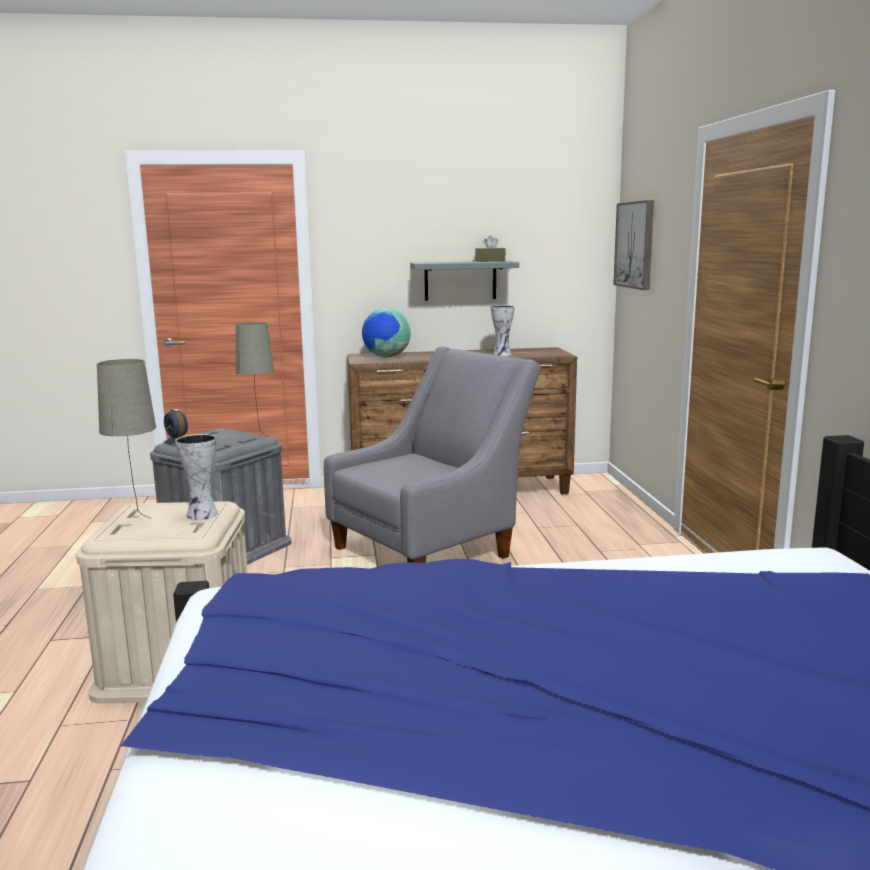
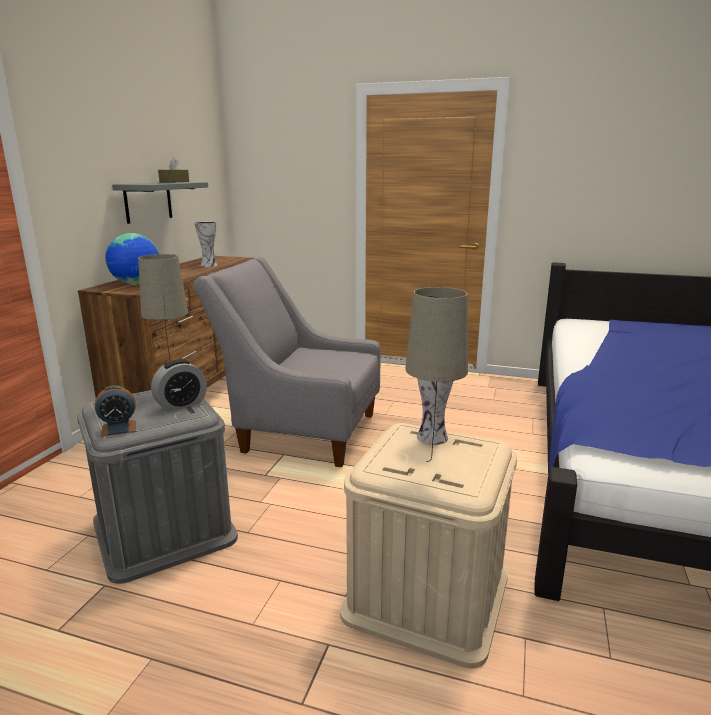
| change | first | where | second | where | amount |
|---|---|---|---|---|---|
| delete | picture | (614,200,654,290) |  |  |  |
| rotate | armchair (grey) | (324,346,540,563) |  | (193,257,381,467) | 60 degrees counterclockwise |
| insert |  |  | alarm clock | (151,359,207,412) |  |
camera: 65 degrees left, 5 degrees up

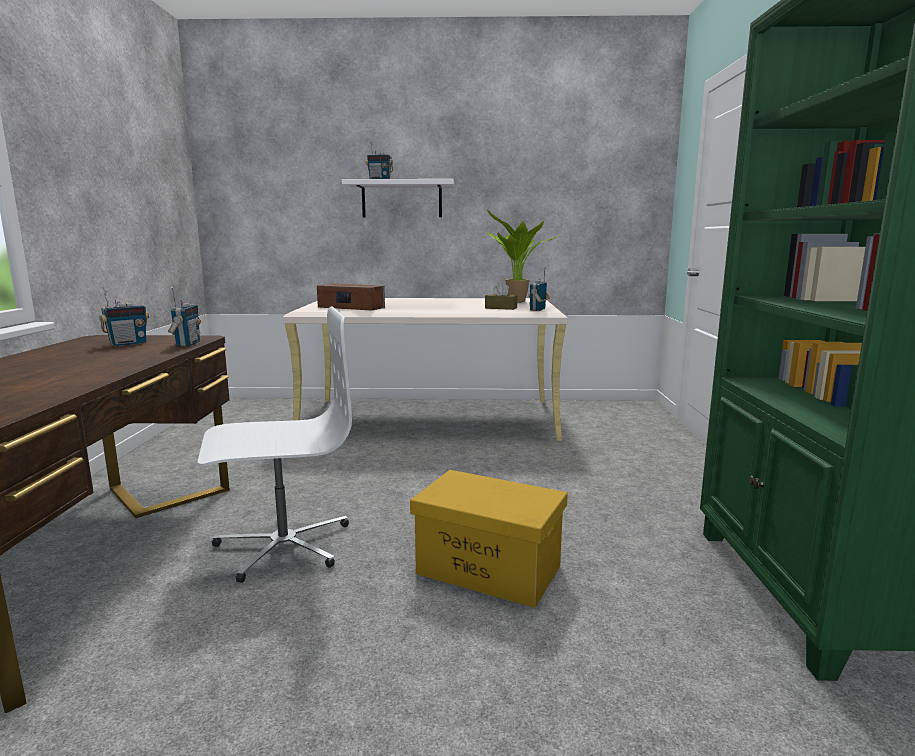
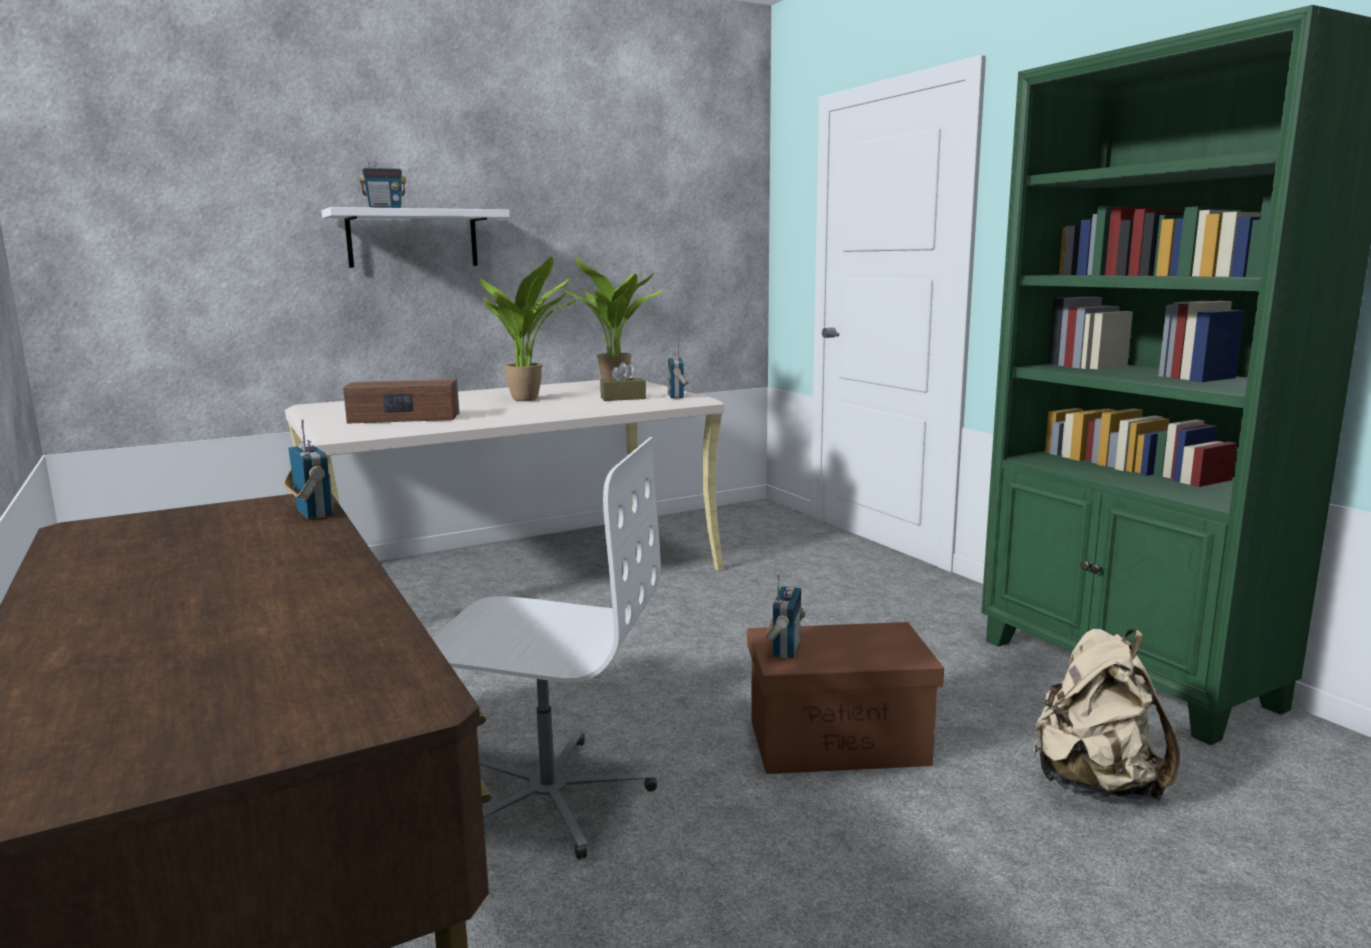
| change | first | where | second | where | amount |
|---|---|---|---|---|---|
| move | radio | (100,286,149,346) |  | (765,572,805,659) |  |
| rotate | office chair (white) | (198,306,352,583) |  | (432,437,661,860) | 60 degrees clockwise |
| recolor | storage box (yellow) | (410,470,568,608) | storage box (brown) | (747,622,944,774) |  |
| insert |  |  | potted plant | (480,257,581,401) |  |
| insert |  |  | backpack (beige) | (1032,629,1180,800) |  |
camera: 30 degrees left, 0 degrees up

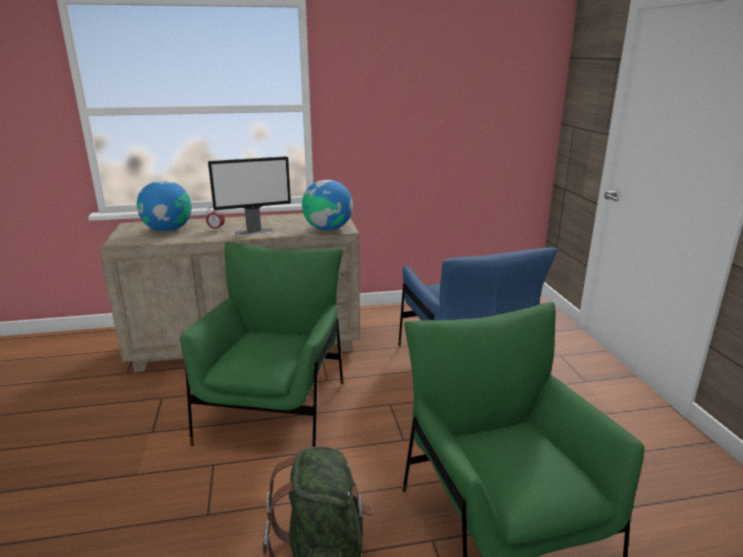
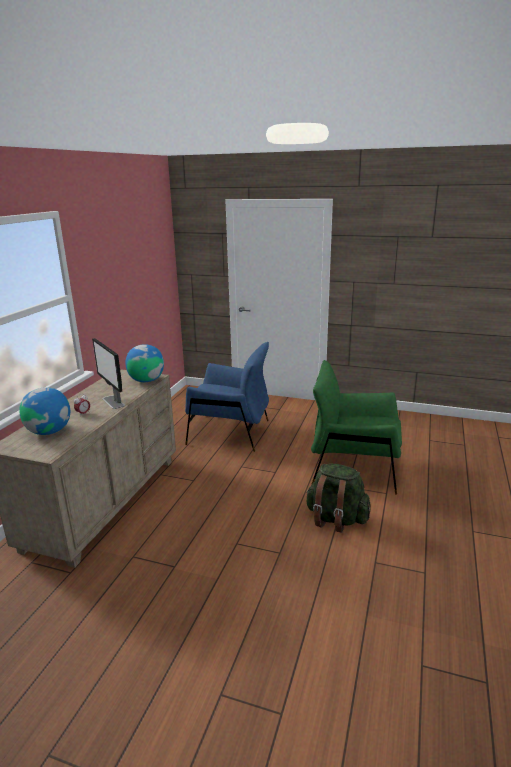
| change | first | where | second | where | amount |
|---|---|---|---|---|---|
| rotate | monitor | (208,156,291,236) |  | (92,338,125,409) | 135 degrees clockwise |
| delete | armchair (green) | (180,242,343,447) |  |  |  |
camera: 60 degrees left, 0 degrees up

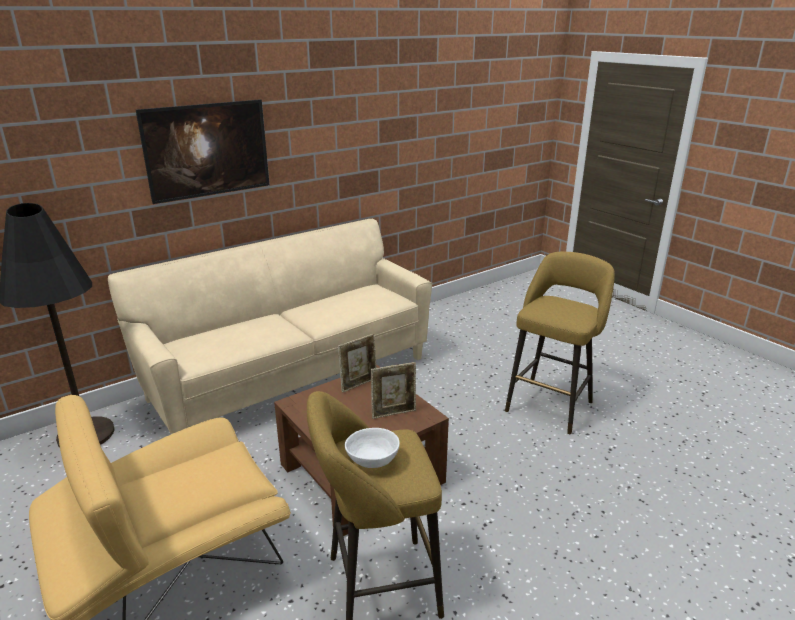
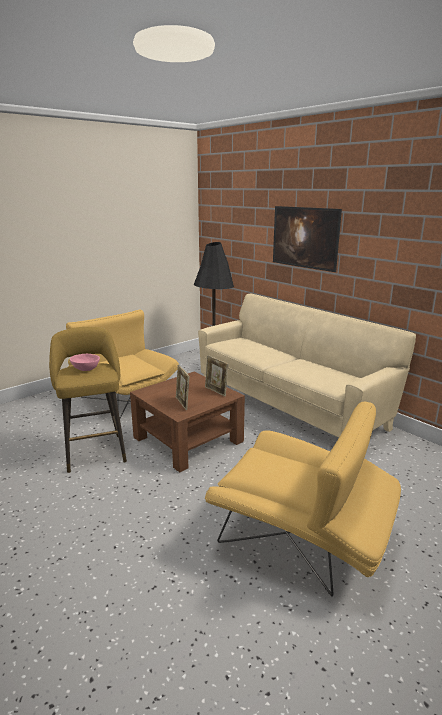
| change | first | where | second | where | amount |
|---|---|---|---|---|---|
| replace | stool (yellow) | (505,252,615,434) | armchair (yellow) | (205,401,401,597) |  |
| recolor | bowl (white) | (345,428,400,468) | bowl (pink) | (70,354,100,371) |  |
camera: 85 degrees right, 5 degrees down

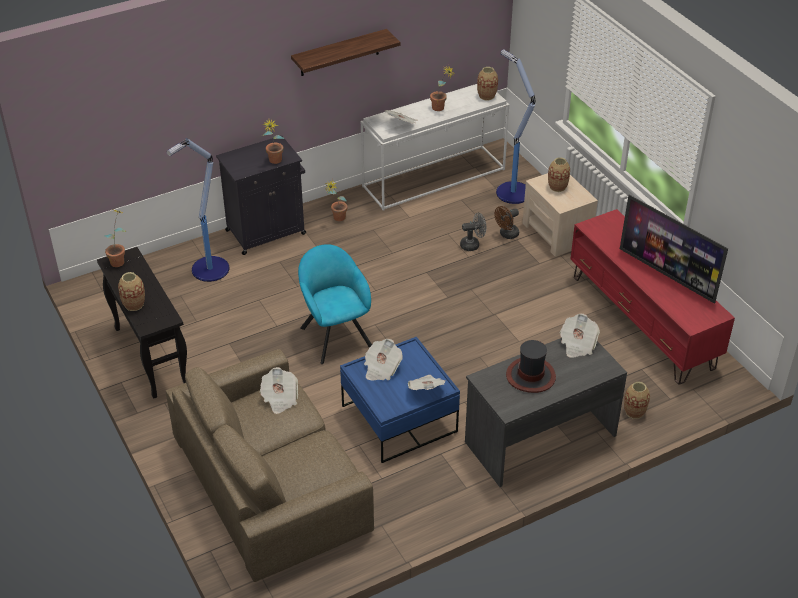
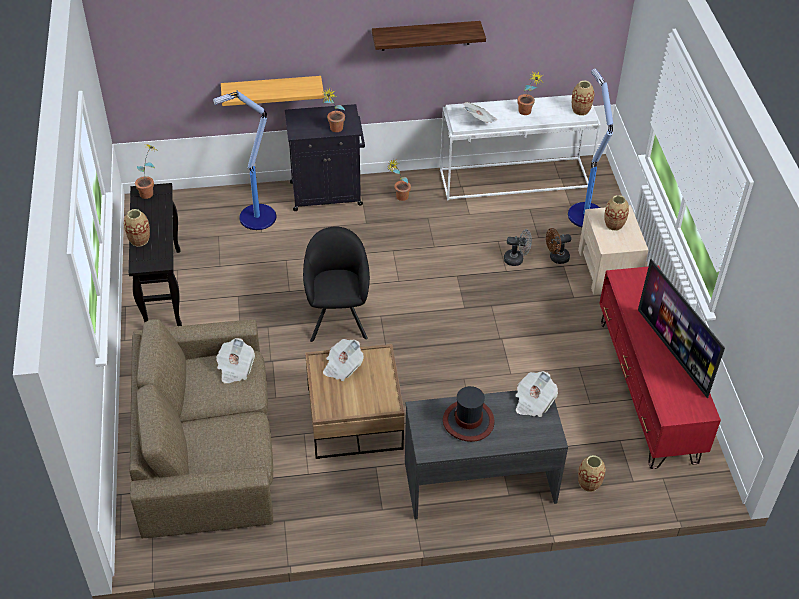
| change | first | where | second | where | amount |
|---|---|---|---|---|---|
| recolor | armchair (turquoise) | (298,244,372,364) | armchair (black) | (303,227,370,342) |  |
| recolor | coffee table (blue) | (340,337,460,463) | coffee table (brown) | (305,344,404,459) |  |
| delete | newspaper | (408,375,445,390) |  |  |  |
| insert |  |  | shelf | (221,76,324,106) |  |
camera: 20 degrees right, 5 degrees up

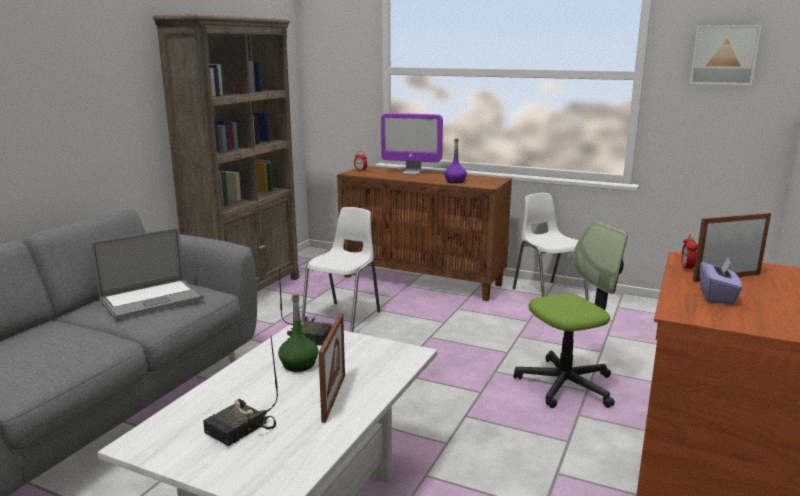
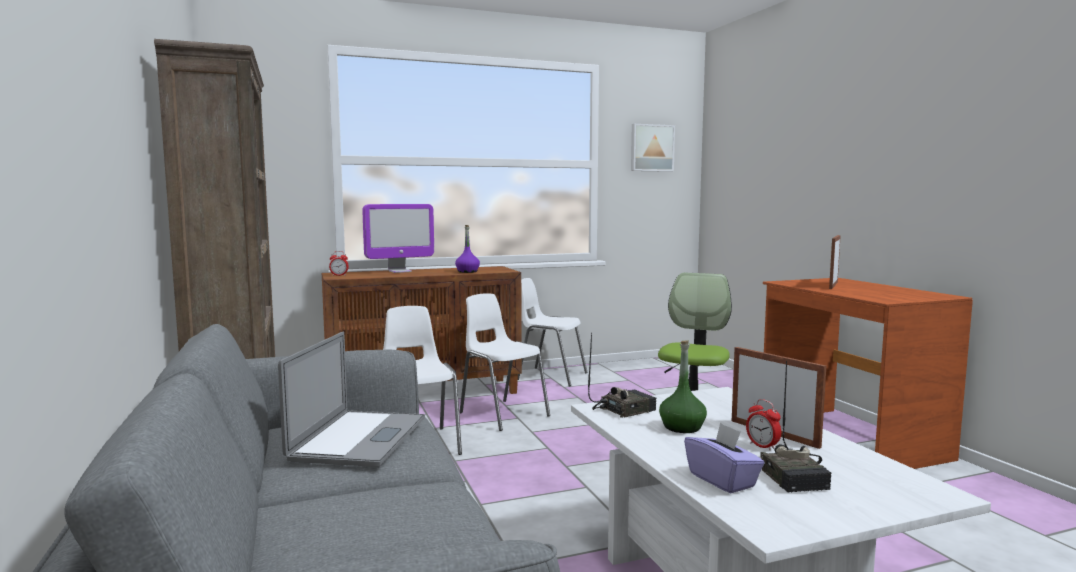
| change | first | where | second | where | amount |
|---|---|---|---|---|---|
| move | alarm clock | (681,234,698,272) |  | (746,399,781,451) |  |
| move | tissue box (purple) | (700,258,743,304) |  | (684,422,765,493) |  |
| insert |  |  | chair (white) | (460,293,550,431) |  |
camera: 45 degrees left, 10 degrees down

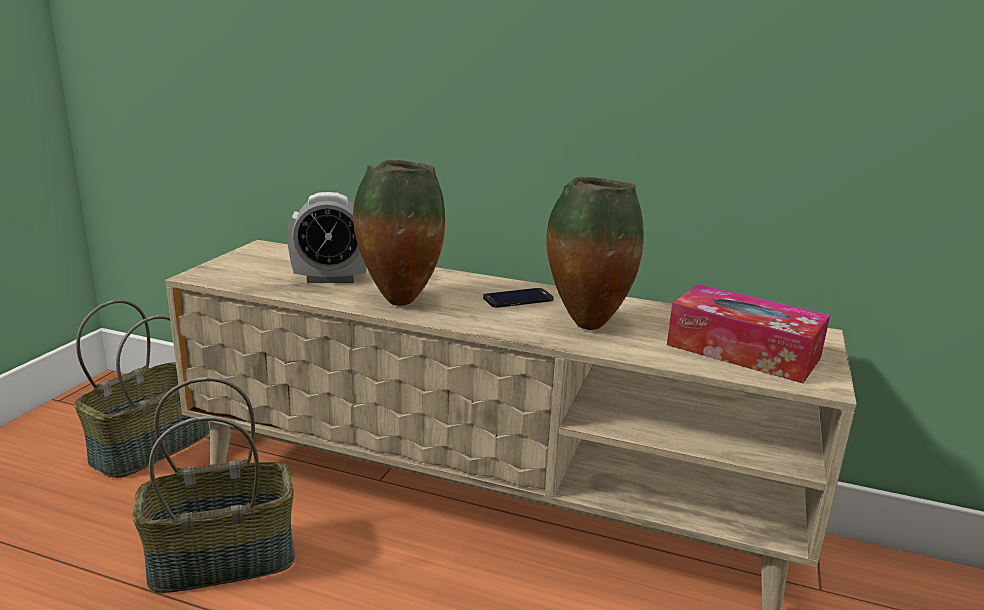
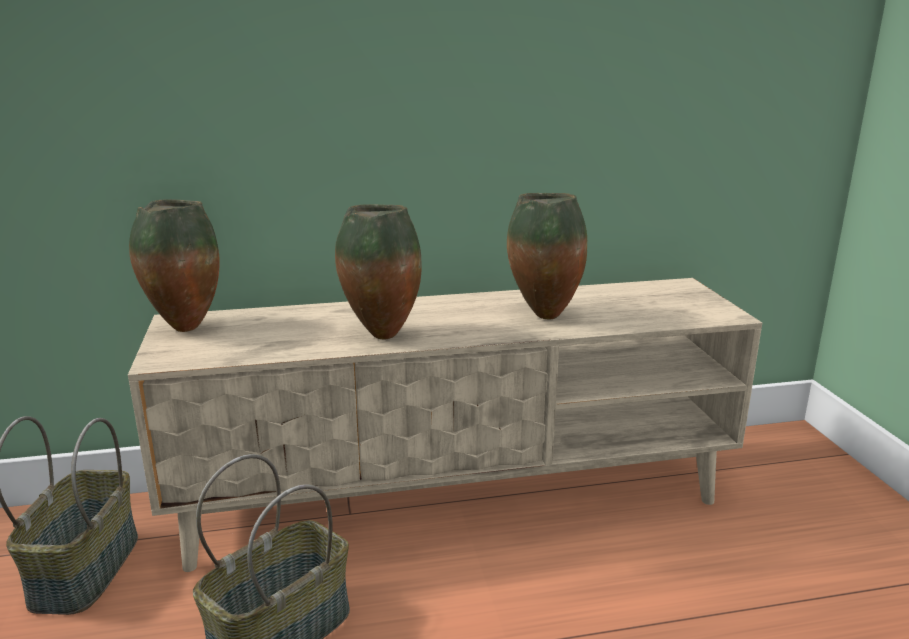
| change | first | where | second | where | amount |
|---|---|---|---|---|---|
| delete | alarm clock | (287,192,367,283) |  |  |  |
| delete | tissue box | (667,284,830,383) |  |  |  |
| delete | phone | (483,288,554,308) |  |  |  |
| insert |  |  | vase | (129,199,220,332) |  |
camera: 30 degrees left, 0 degrees up

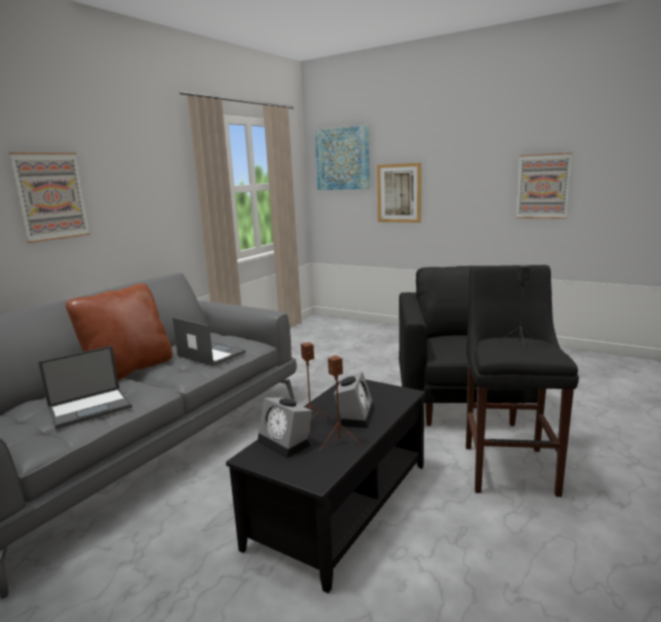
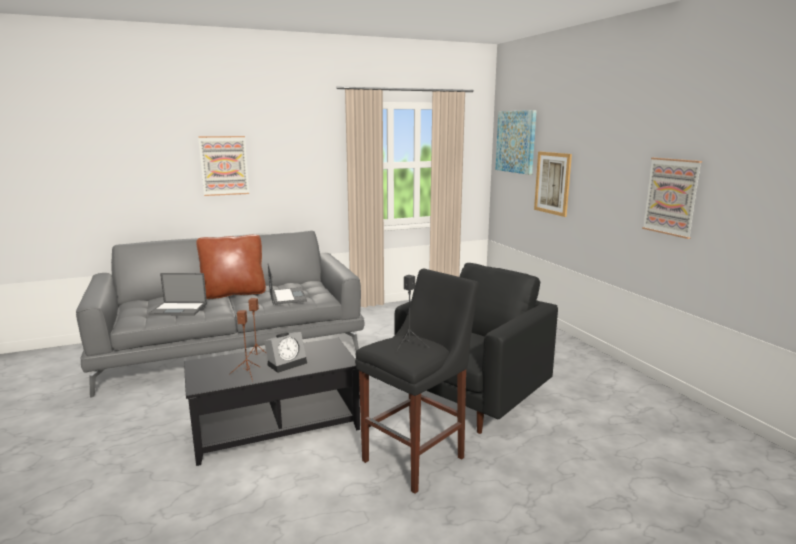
| change | first | where | second | where | amount |
|---|---|---|---|---|---|
| delete | alarm clock | (257,397,312,458) |  |  |  |
camera: 35 degrees right, 0 degrees up

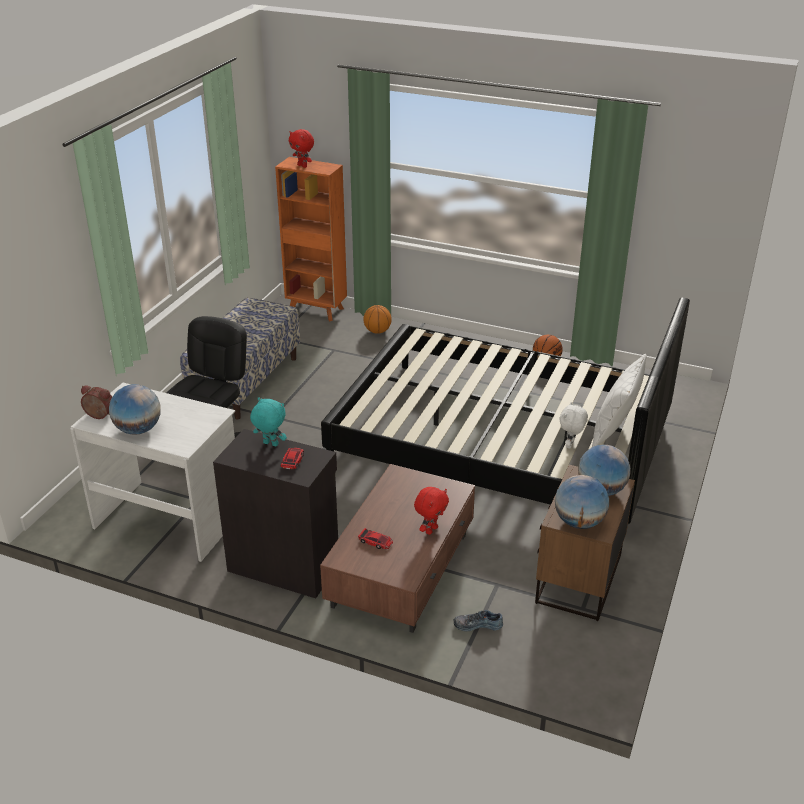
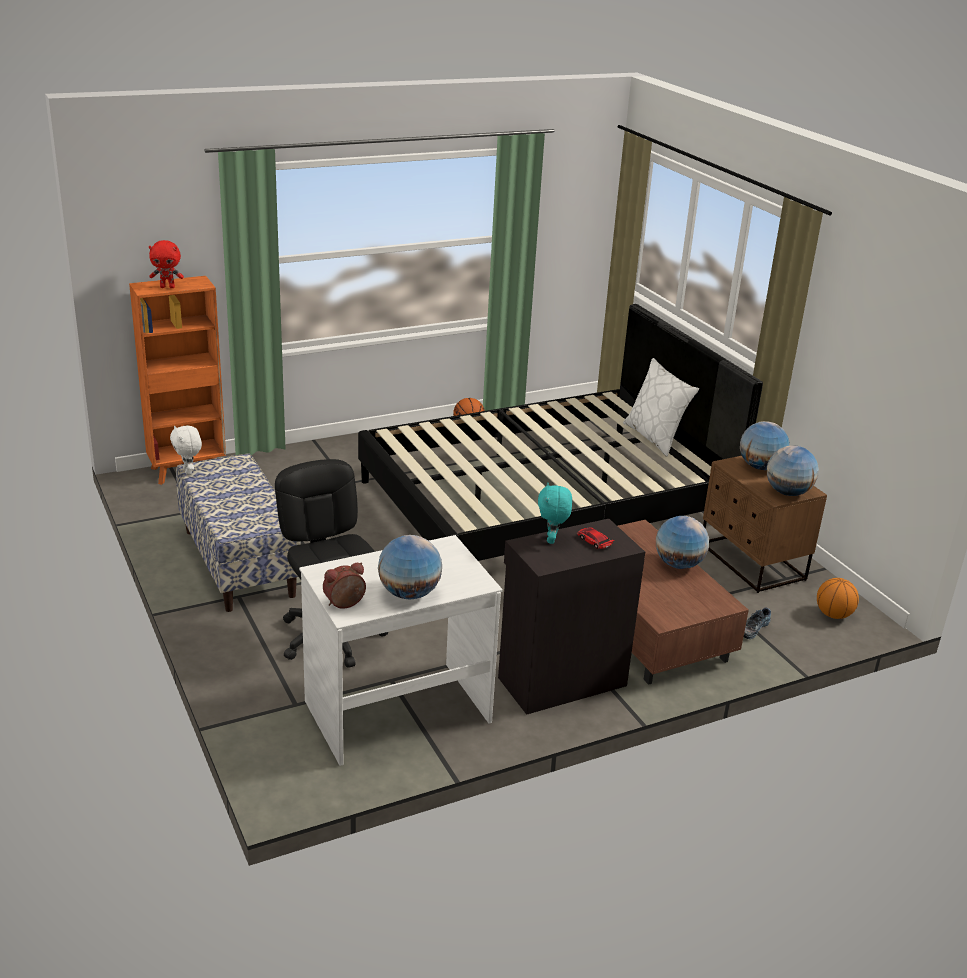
| change | first | where | second | where | amount |
|---|---|---|---|---|---|
| move | basketball | (363,305,392,334) |  | (817,578,859,619) |  |
| rotate | plush toy (turquoise) | (250,397,287,446) |  | (538,483,572,544) | 60 degrees counterclockwise |
| move | plush toy (white) | (560,402,588,449) |  | (170,425,202,475) |  |
| replace | plush toy (red) | (414,487,449,535) | globe | (656,516,709,569) |  |
| delete | toy car | (358,528,393,549) |  |  |  |
camera: 50 degrees left, 5 degrees down

